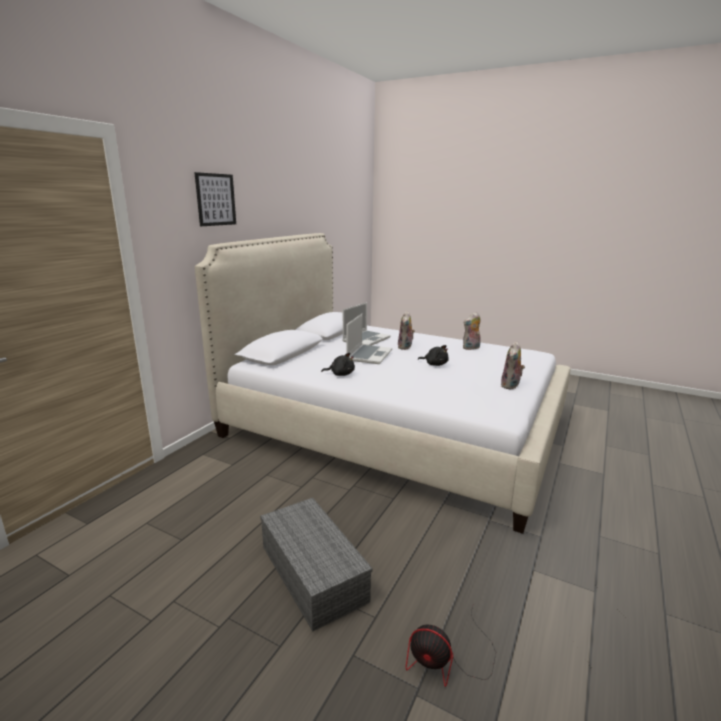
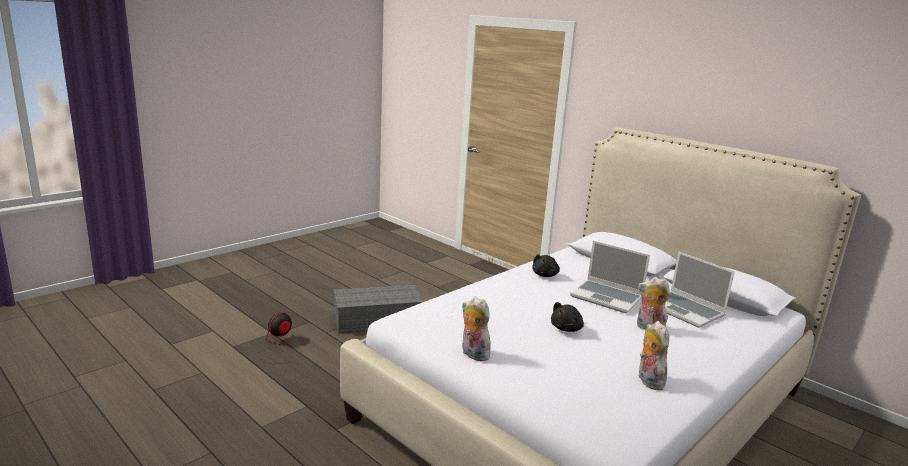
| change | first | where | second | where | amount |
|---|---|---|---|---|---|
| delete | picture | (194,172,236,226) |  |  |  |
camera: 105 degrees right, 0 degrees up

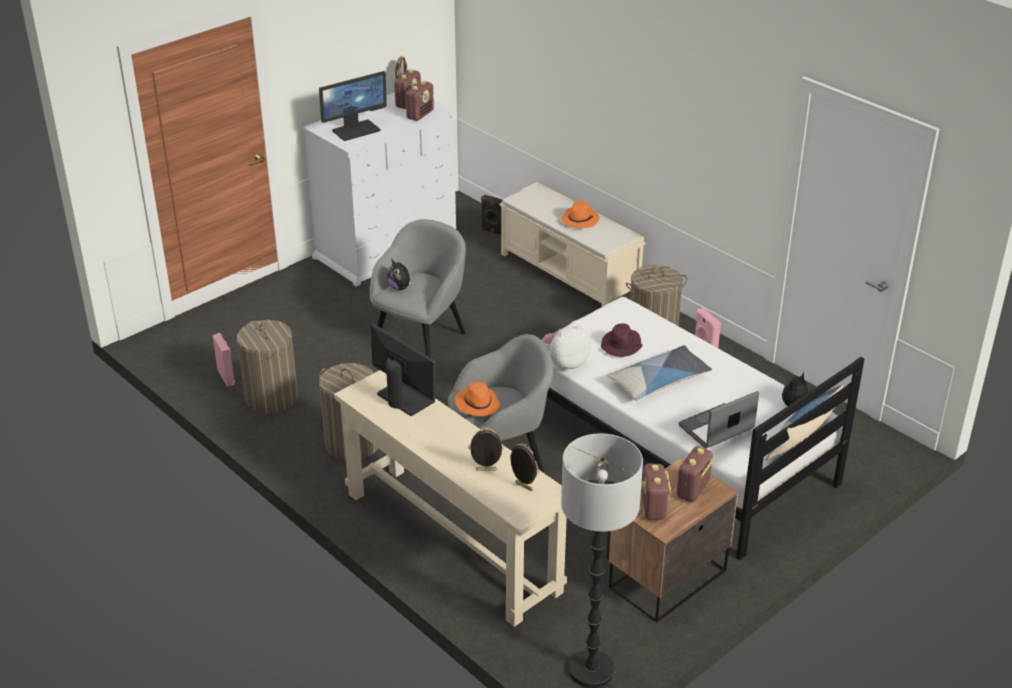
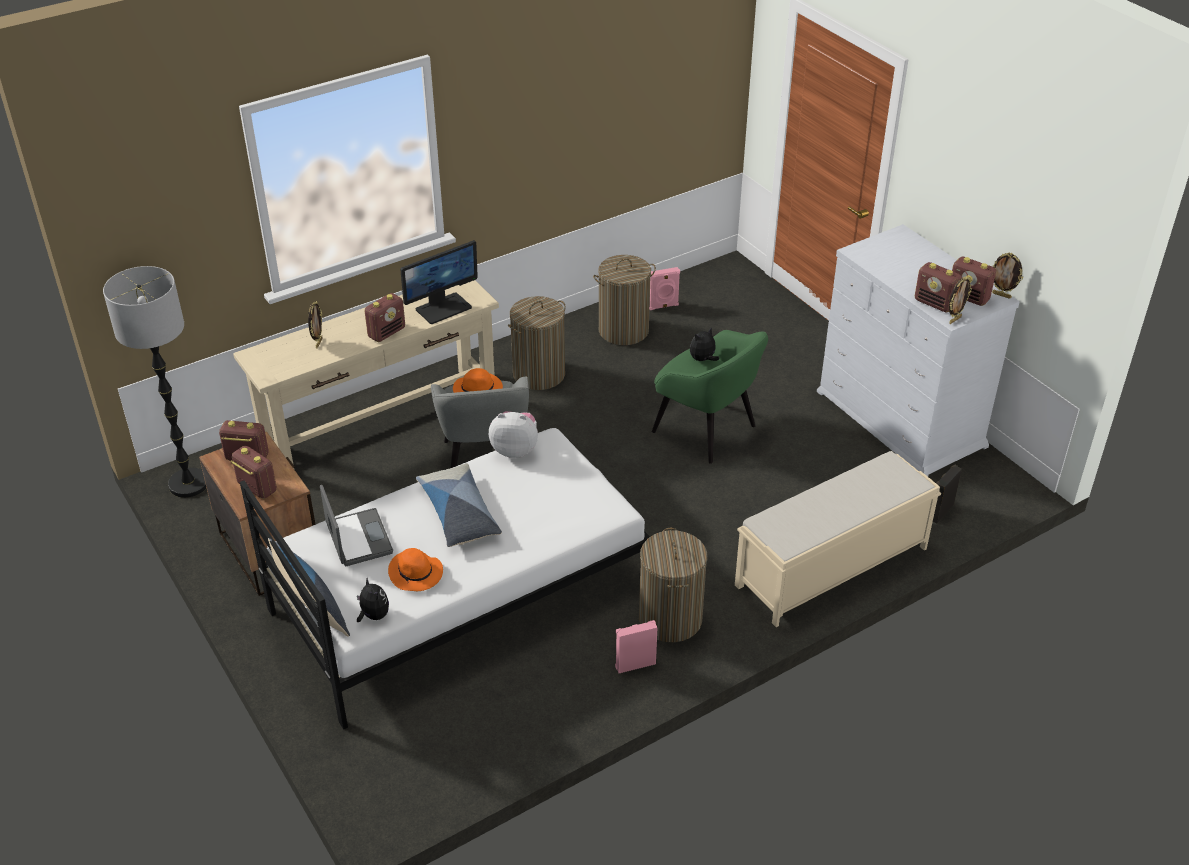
| change | first | where | second | where | amount |
|---|---|---|---|---|---|
| delete | monitor | (319,71,387,141) |  |  |  |
| move | hat (orange) | (561,200,599,228) |  | (388,548,443,591) |  |
| recolor | armchair (grey) | (370,219,466,358) | armchair (green) | (652,330,768,464) |  |
| delete | hat (purple) | (601,324,642,357) |  |  |  |
| rotate | plush toy | (542,325,591,371) |  | (489,411,538,458) | 60 degrees counterclockwise |
| move | picture frame | (510,443,540,491) |  | (949,277,972,324) |  |
| insert |  |  | radio | (365,293,405,342) |  |
camera: 100 degrees right, 5 degrees up

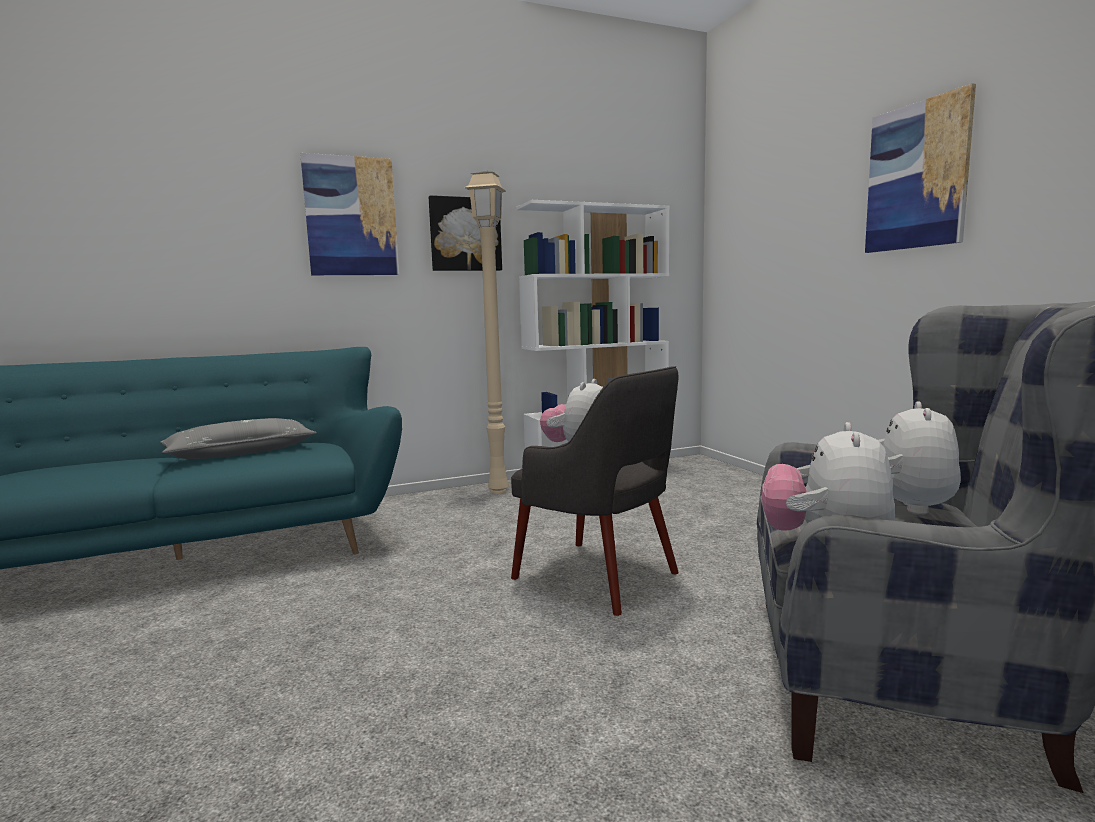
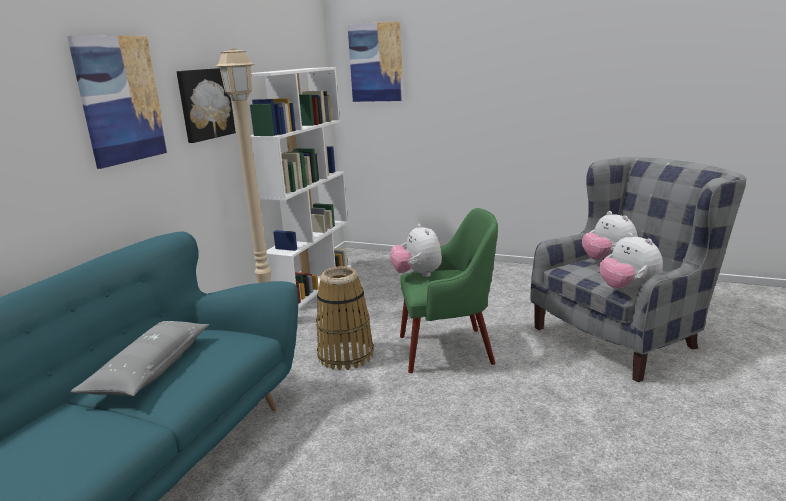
| change | first | where | second | where | amount |
|---|---|---|---|---|---|
| move | picture | (865,83,976,253) |  | (348,21,404,102) |  |
| recolor | armchair (grey) | (511,366,679,616) | armchair (green) | (400,208,498,373) |  |
| insert |  |  | basket | (316,266,374,370) |  |
camera: 45 degrees left, 10 degrees up

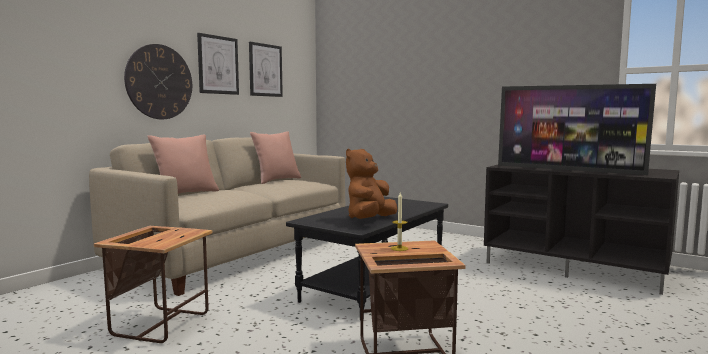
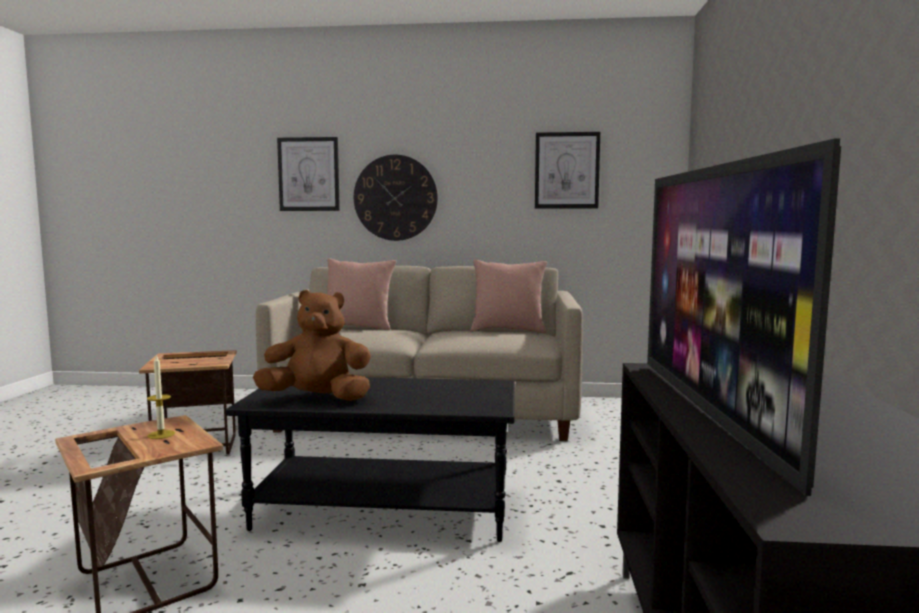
| change | first | where | second | where | amount |
|---|---|---|---|---|---|
| move | picture | (197,33,239,95) |  | (277,137,340,211) |  |
camera: 60 degrees right, 0 degrees up

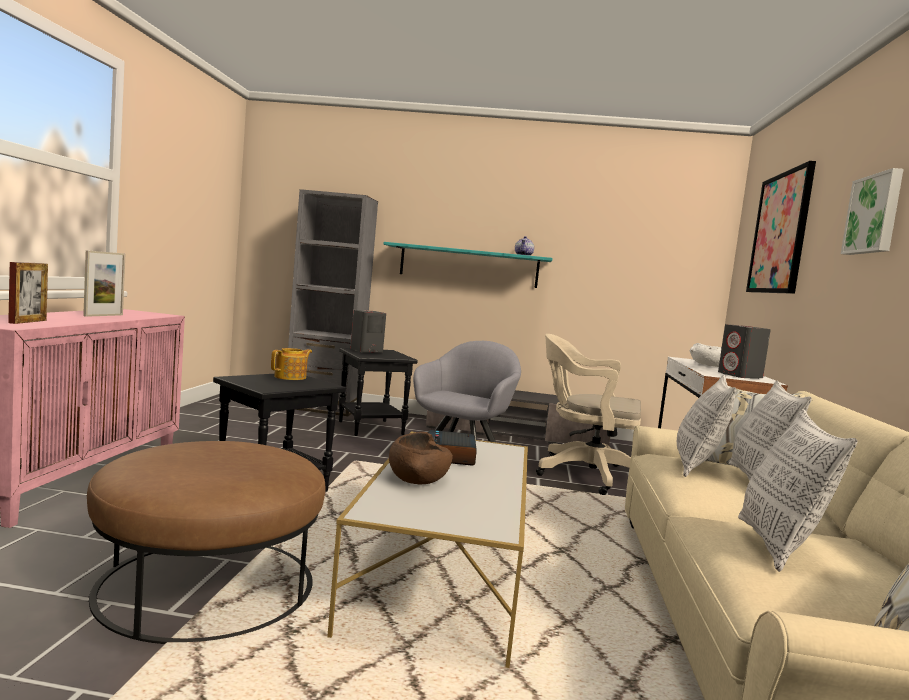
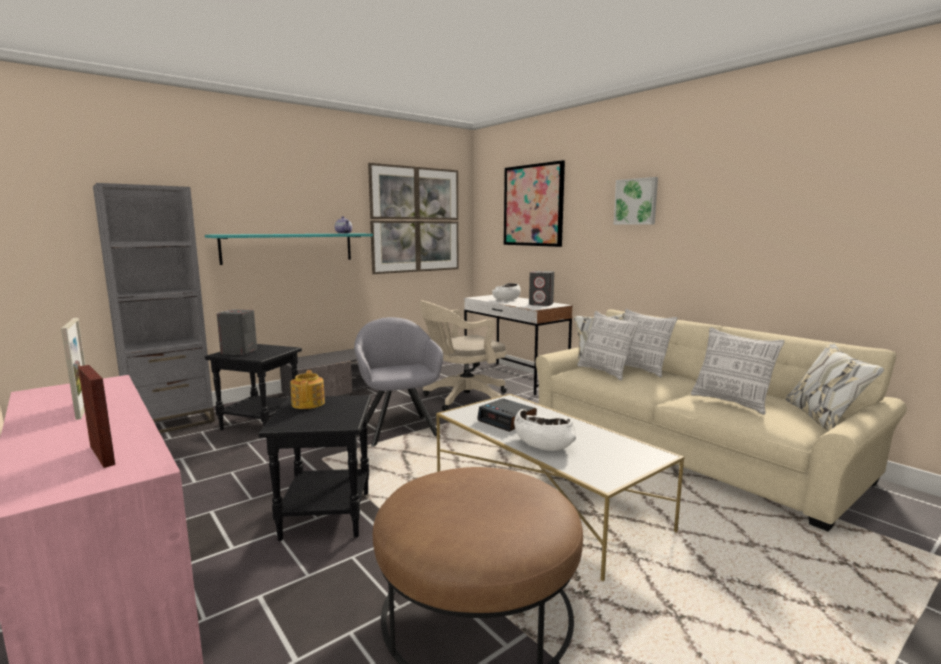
| change | first | where | second | where | amount |
|---|---|---|---|---|---|
| recolor | bowl (brown) | (389,432,453,484) | bowl (white) | (514,409,576,451) |  |
| insert |  |  | picture | (368,163,459,274) |  |
camera: 45 degrees left, 5 degrees up

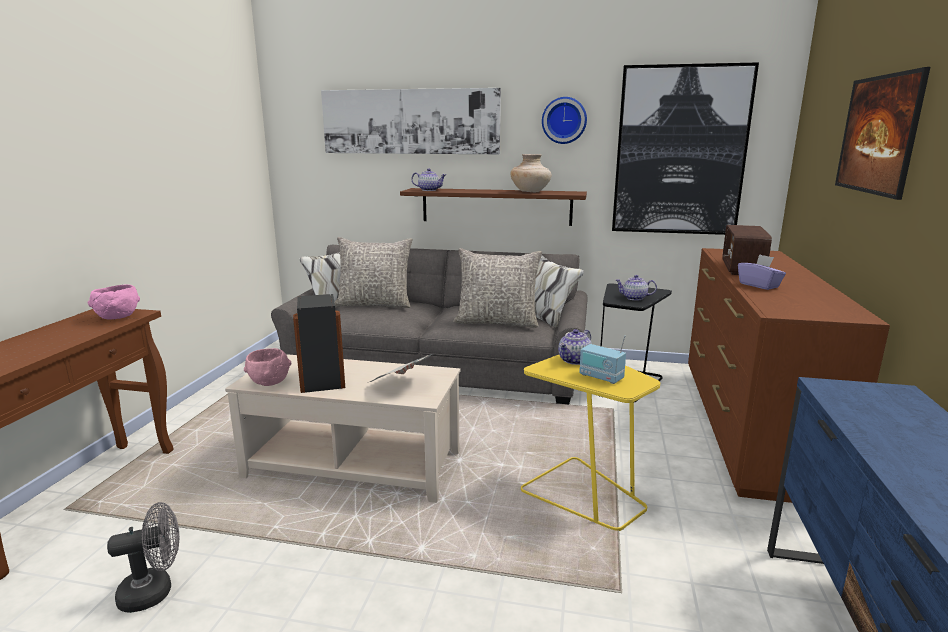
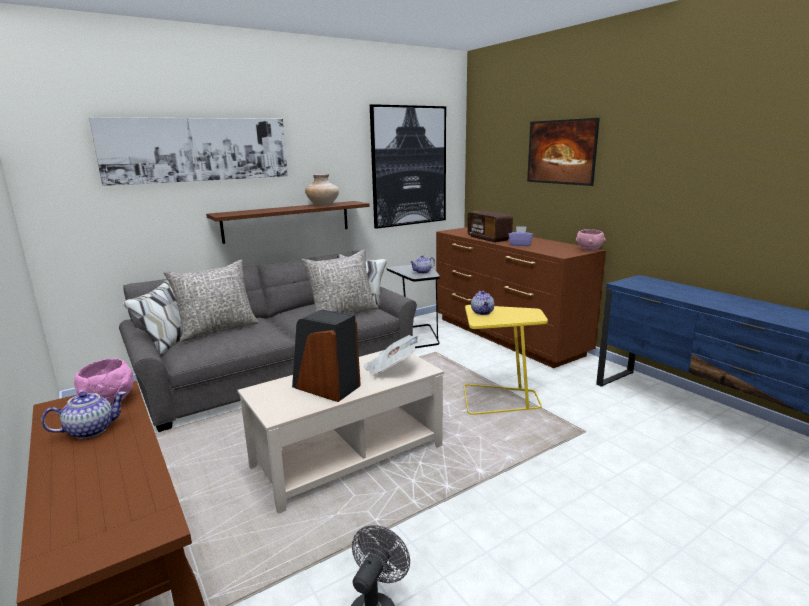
| change | first | where | second | where | amount |
|---|---|---|---|---|---|
| delete | wall clock | (542,97,587,144) |  |  |  |
| move | teapot | (411,168,446,191) |  | (41,391,126,439) |  |
| delete | radio | (579,335,626,384) |  |  |  |
| move | bowl (pink) | (244,348,291,386) |  | (576,229,606,251) |  |
camera: 45 degrees left, 0 degrees up

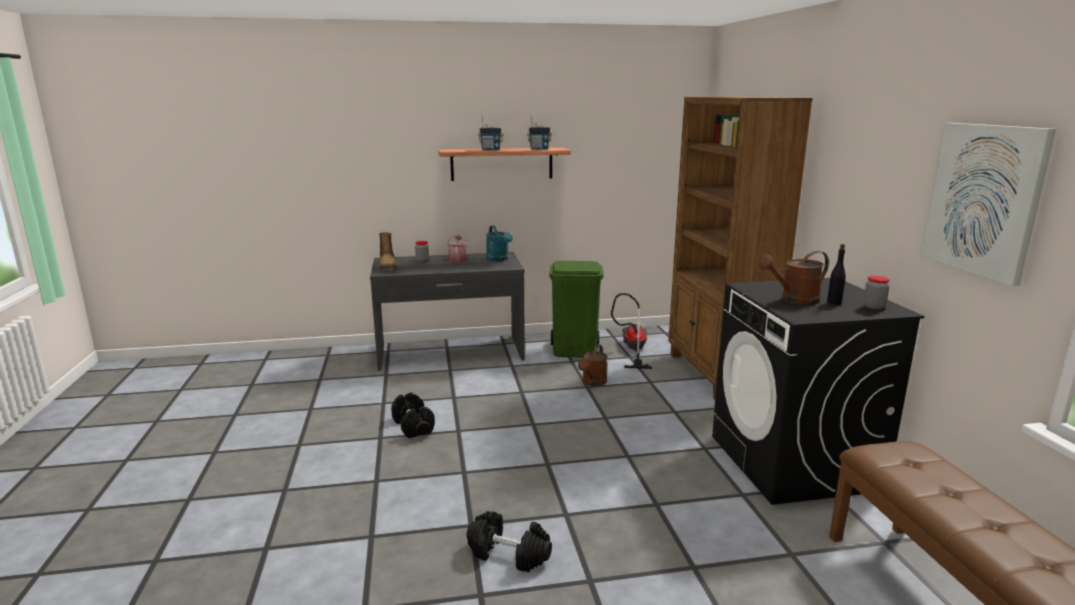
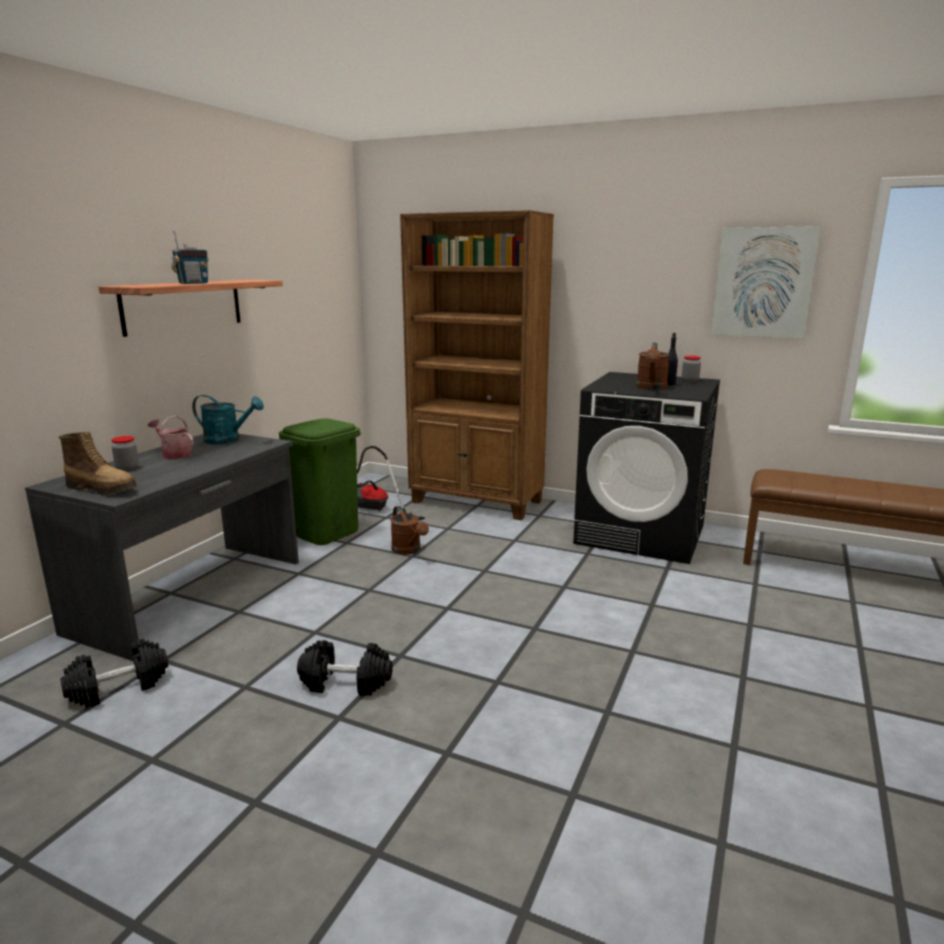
| change | first | where | second | where | amount |
|---|---|---|---|---|---|
| delete | radio | (527,115,552,150) |  |  |  |
| move | dumbbell (black) | (467,511,552,572) |  | (60,639,168,708) |  |
camera: 55 degrees left, 0 degrees up

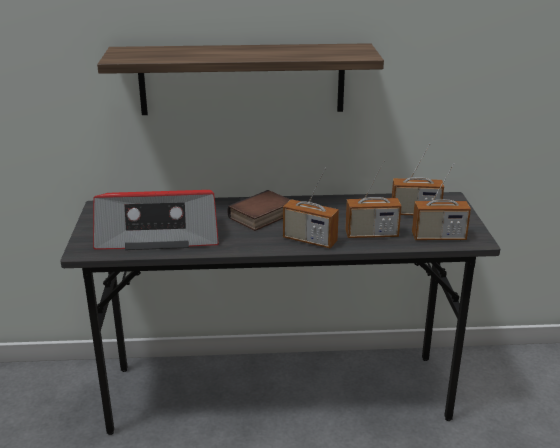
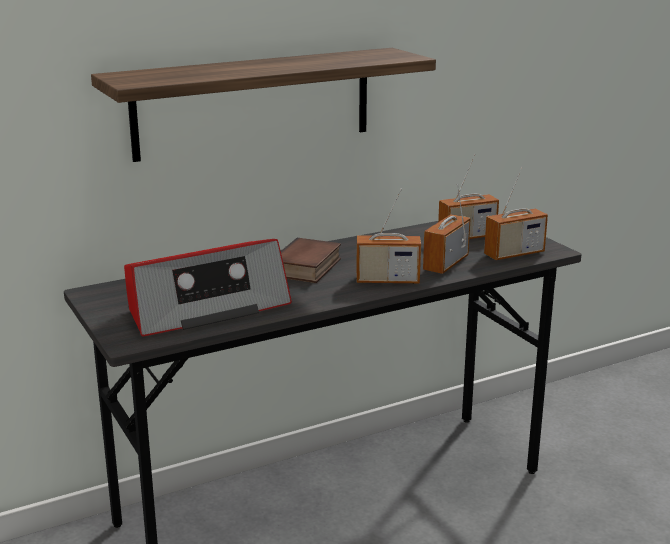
| change | first | where | second | where | amount |
|---|---|---|---|---|---|
| rotate | radio | (345,161,401,238) |  | (423,184,471,274) | 150 degrees clockwise |
camera: 25 degrees left, 5 degrees down

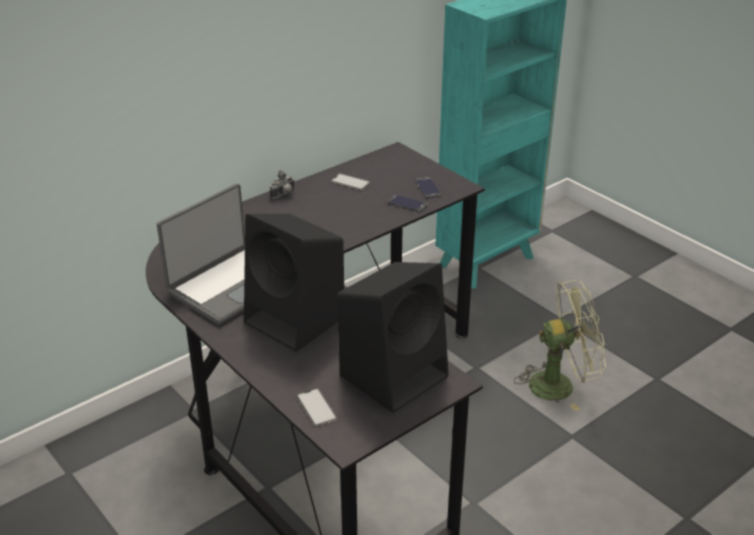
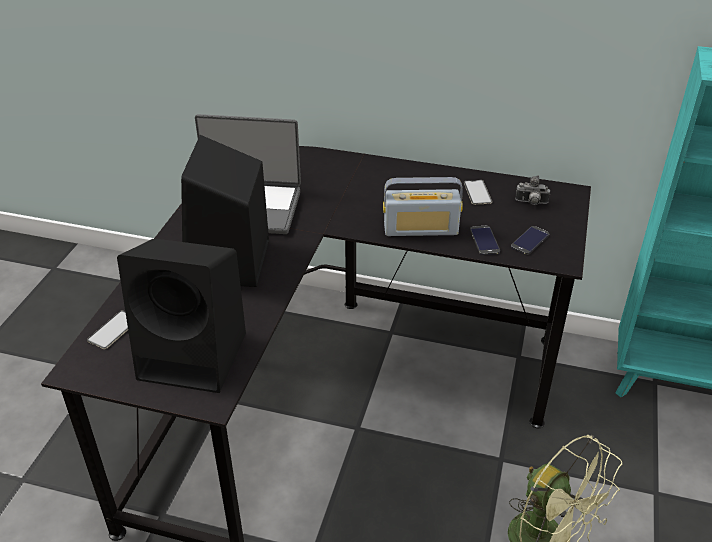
| change | first | where | second | where | amount |
|---|---|---|---|---|---|
| move | photo camera | (270,170,295,199) |  | (515,175,550,205) |  |
| insert |  |  | radio | (383,177,463,236) |  |
camera: 55 degrees right, 5 degrees up

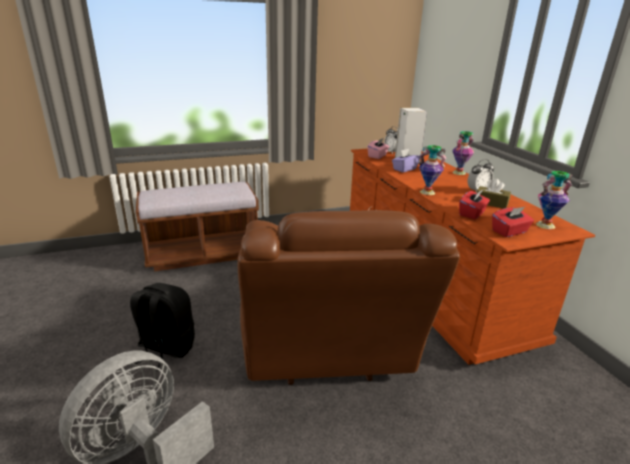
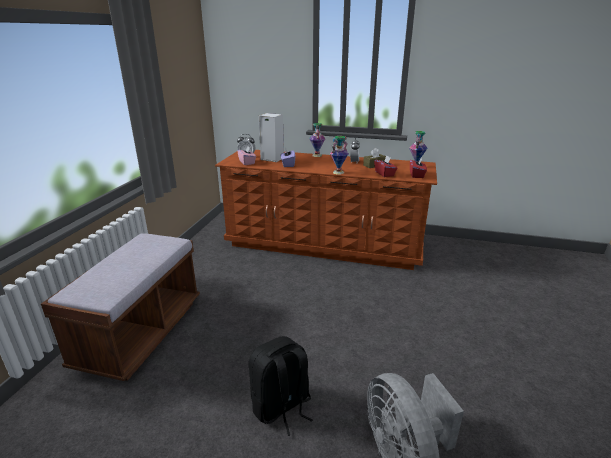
| change | first | where | second | where | amount |
|---|---|---|---|---|---|
| delete | armchair (brown) | (237,210,460,385) |  |  |  |
camera: 55 degrees left, 0 degrees up

